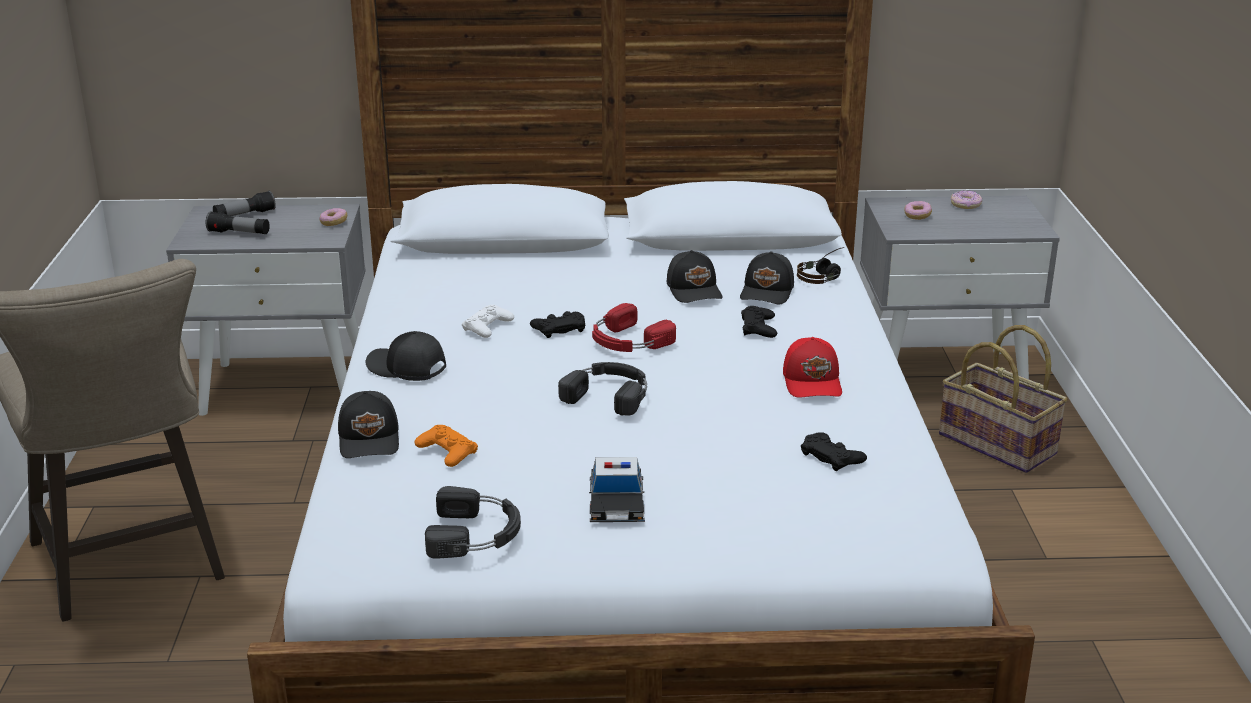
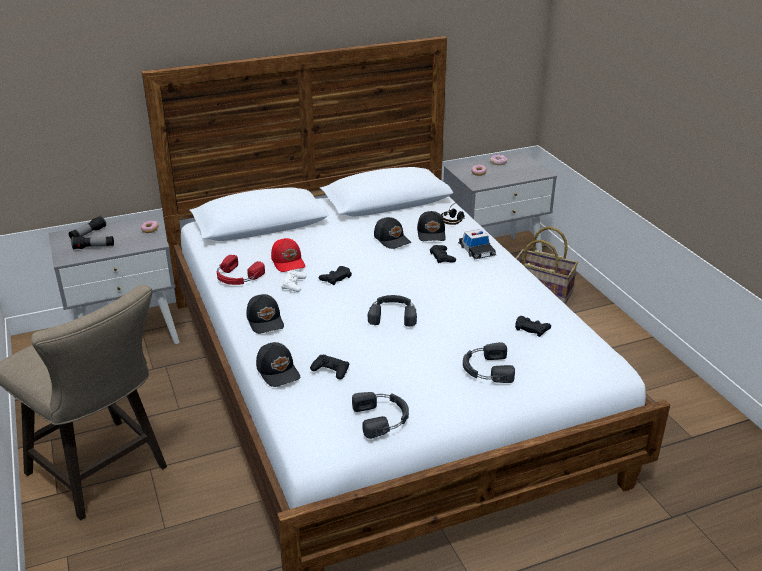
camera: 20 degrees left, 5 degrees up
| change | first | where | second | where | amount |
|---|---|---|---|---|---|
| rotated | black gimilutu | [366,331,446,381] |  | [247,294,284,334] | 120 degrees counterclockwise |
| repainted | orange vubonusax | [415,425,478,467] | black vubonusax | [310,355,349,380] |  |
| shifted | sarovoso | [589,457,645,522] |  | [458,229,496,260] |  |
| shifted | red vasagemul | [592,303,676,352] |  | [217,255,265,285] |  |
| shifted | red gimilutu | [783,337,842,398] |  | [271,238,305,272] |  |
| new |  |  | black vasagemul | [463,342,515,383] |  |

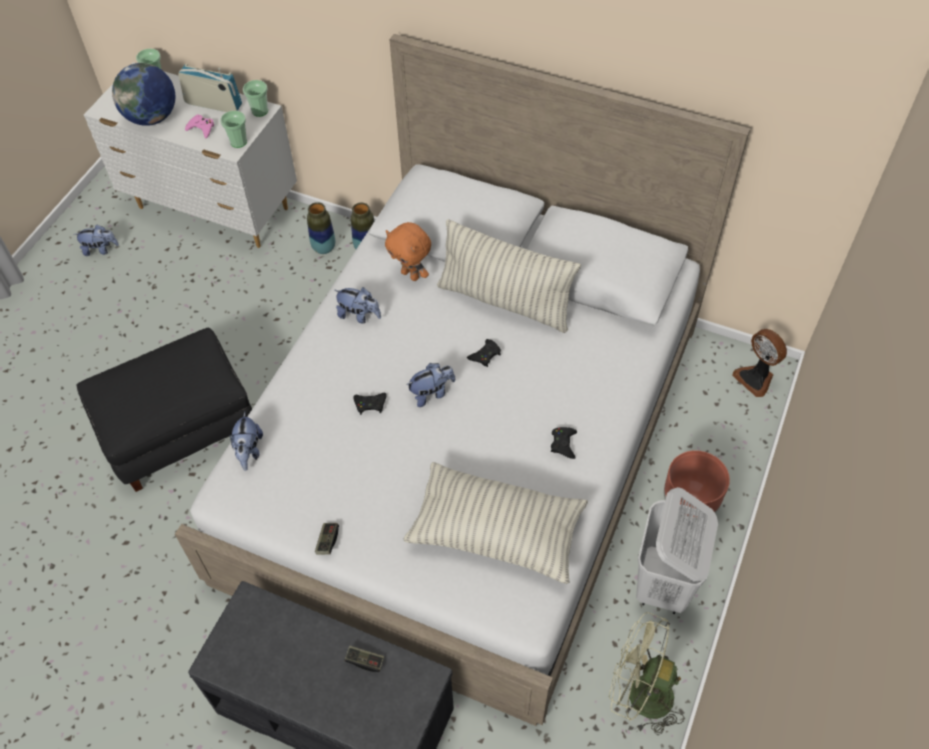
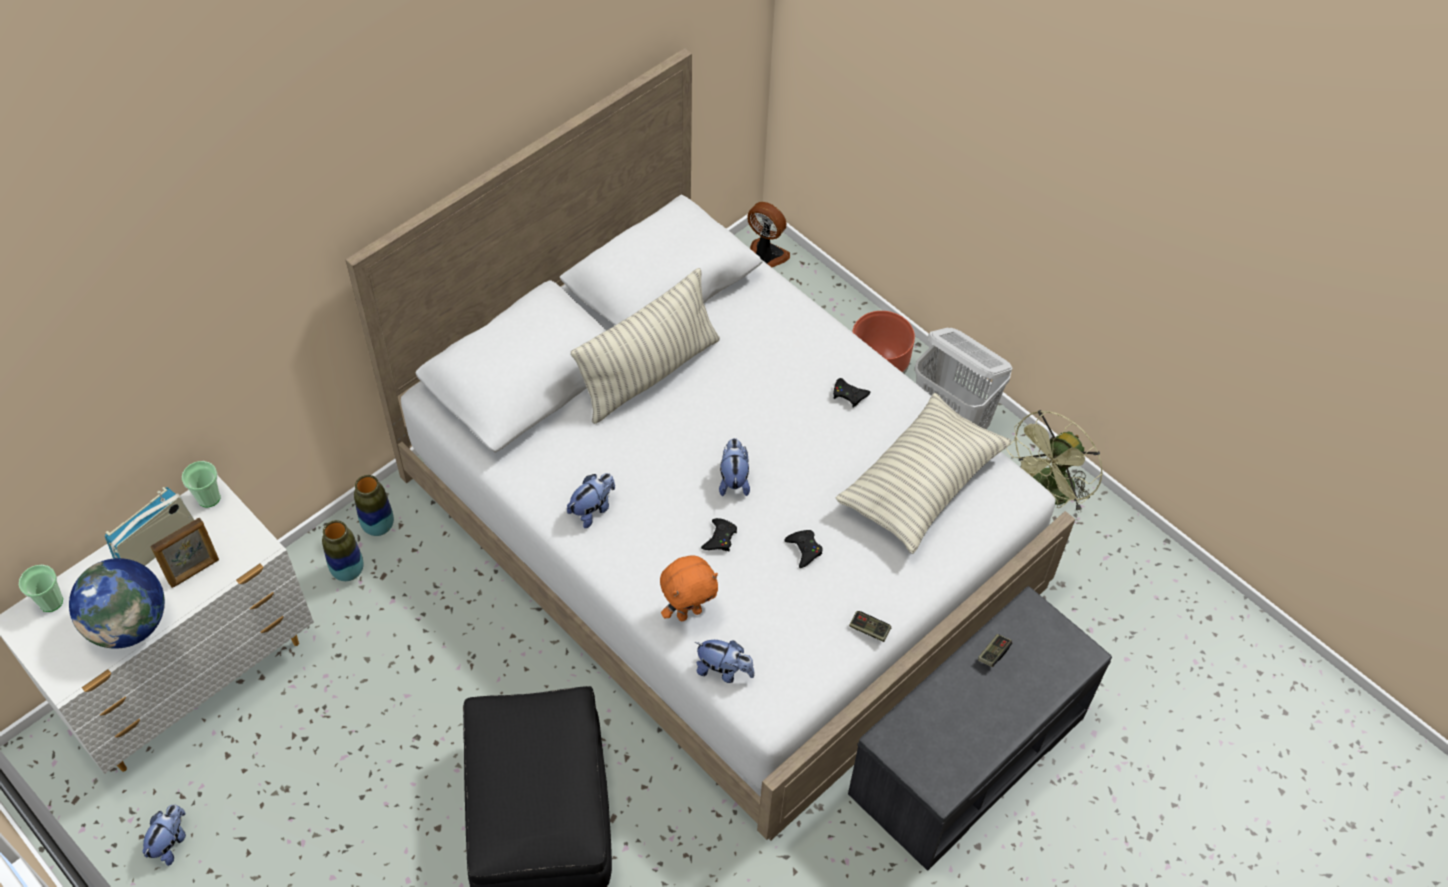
camera: 70 degrees left, 0 degrees up
| change | first | where | second | where | amount |
|---|---|---|---|---|---|
| swapped | pink vubonusax | [185,115,214,138] | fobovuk | [150,517,219,588] |  |
| gone | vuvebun | [220,111,247,148] |  |  |  |
| shifted | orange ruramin | [385,222,431,281] |  | [660,556,718,621] |  |
| shifted | black vubonusax | [467,339,501,367] |  | [784,530,823,568] |  |
| rotated | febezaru | [732,329,787,397] |  | [747,202,790,267] | 135 degrees counterclockwise |

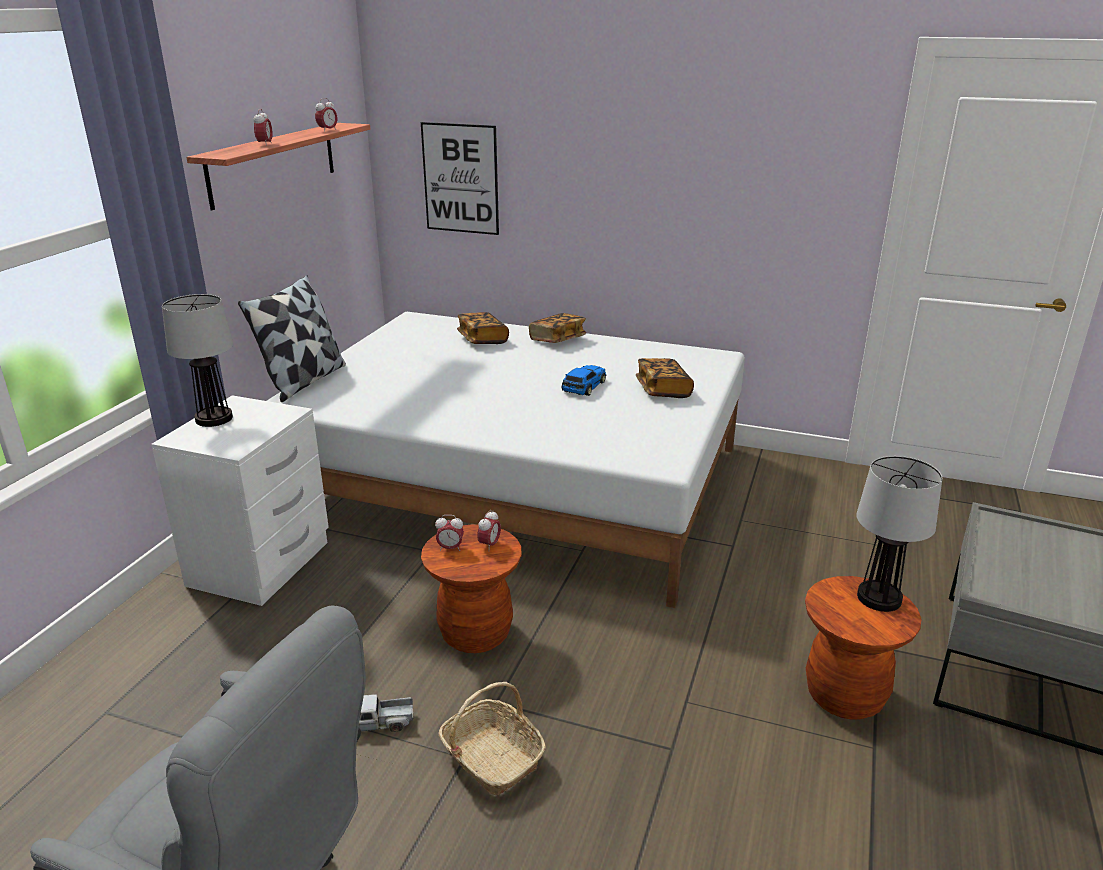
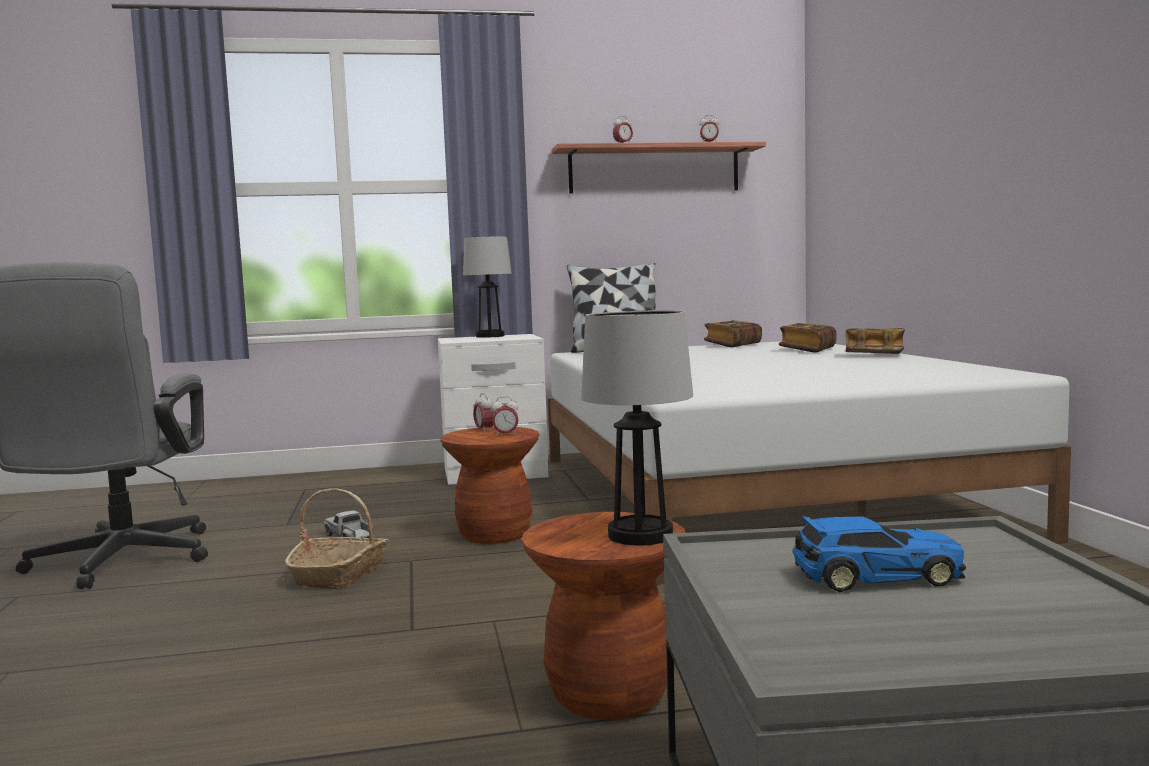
camera: 60 degrees right, 20 degrees down
| change | first | where | second | where | amount |
|---|---|---|---|---|---|
| gone | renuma | [421,122,499,235] |  |  |  |
| shifted | sarovoso | [561,365,606,396] |  | [793,516,966,592] |  |
| shifted | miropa | [636,358,694,398] |  | [704,321,762,347] |  |

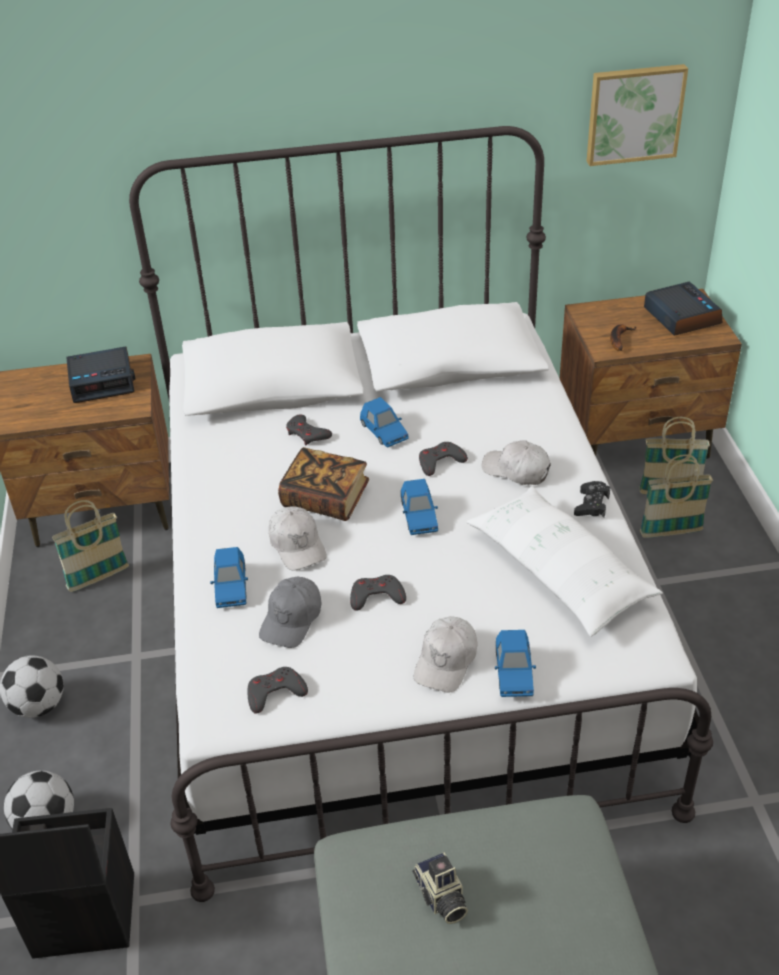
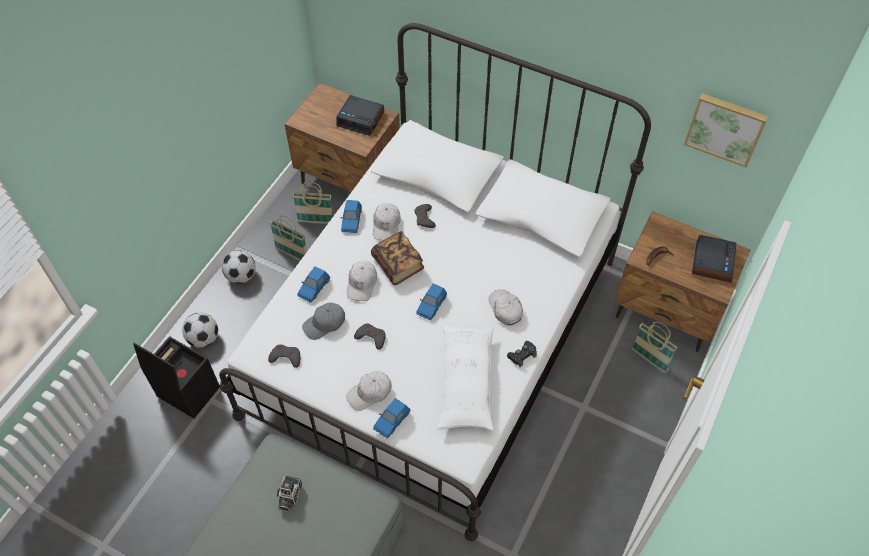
camera: 35 degrees right, 15 degrees up
| change | first | where | second | where | amount |
|---|---|---|---|---|---|
| shifted | blue sarovoso | [360,397,409,447] |  | [341,200,362,233] |  |
| gone | grey vubonusax | [419,442,468,476] |  |  |  |
| shifted | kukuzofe | [640,454,713,538] |  | [270,215,307,260] |  |
| new |  |  | white gimilutu | [373,203,401,240] |  |

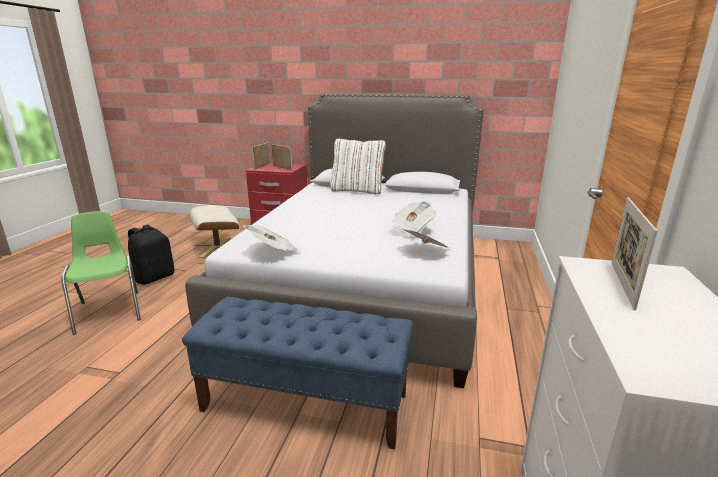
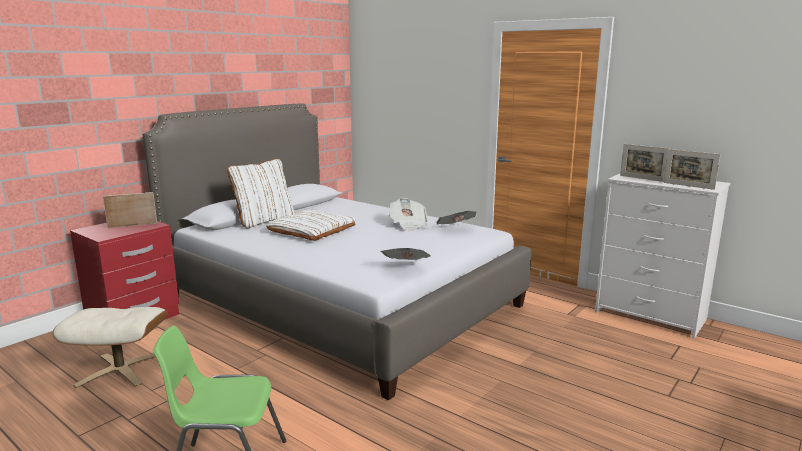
camera: 65 degrees left, 5 degrees down
| change | first | where | second | where | amount |
|---|---|---|---|---|---|
| gone | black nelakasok | [128,224,174,285] |  |  |  |
| gone | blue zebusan | [182,297,413,449] |  |  |  |
| shifted | fobovuk | [252,142,270,170] |  | [663,149,721,190] |  |
| new |  |  | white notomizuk | [266,209,355,241] |  |

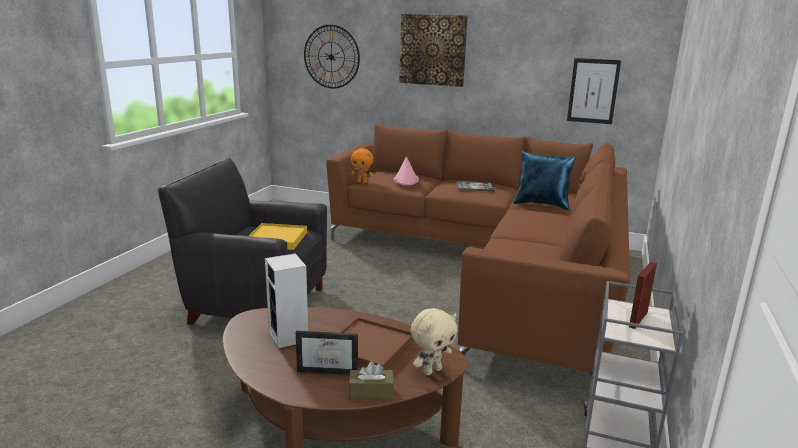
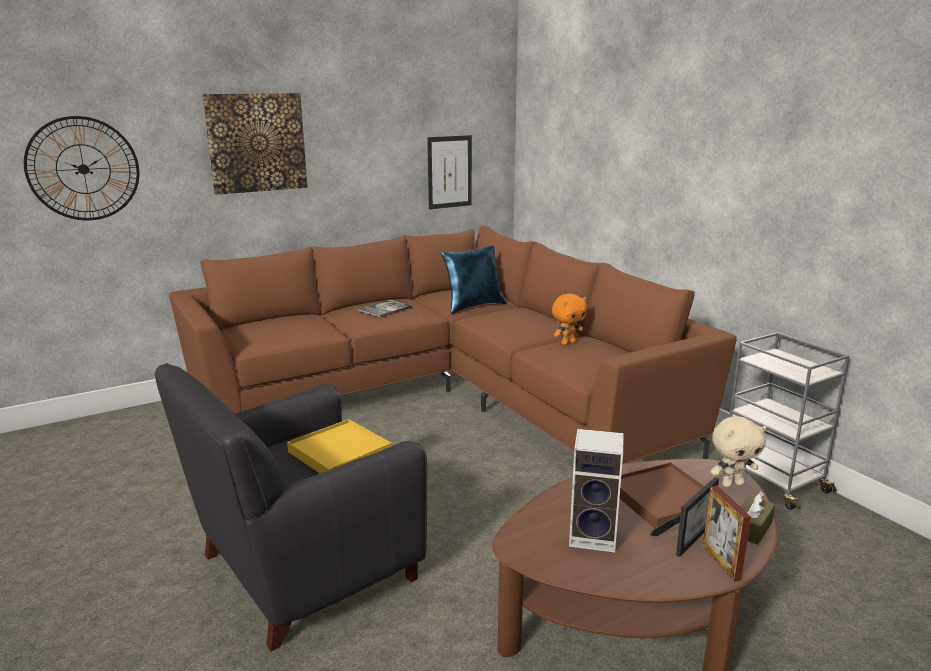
camera: 50 degrees left, 0 degrees up
| change | first | where | second | where | amount |
|---|---|---|---|---|---|
| shifted | orange ruramin | [351,149,374,183] |  | [552,294,587,345] |  |
| gone | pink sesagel | [394,156,419,185] |  |  |  |
| rotated | beige ruramin | [411,308,458,375] |  | [710,417,766,488] | 75 degrees clockwise |
| shifted | fobovuk | [629,262,657,329] |  | [703,486,751,582] |  |

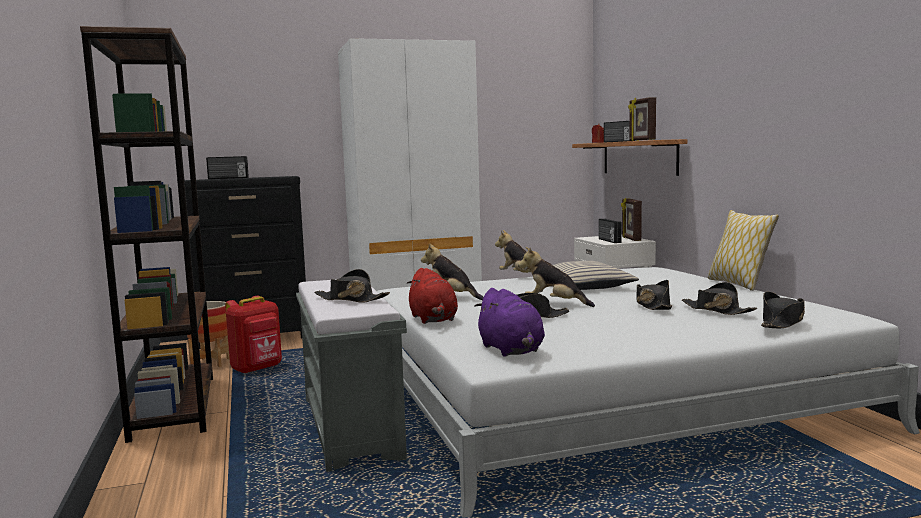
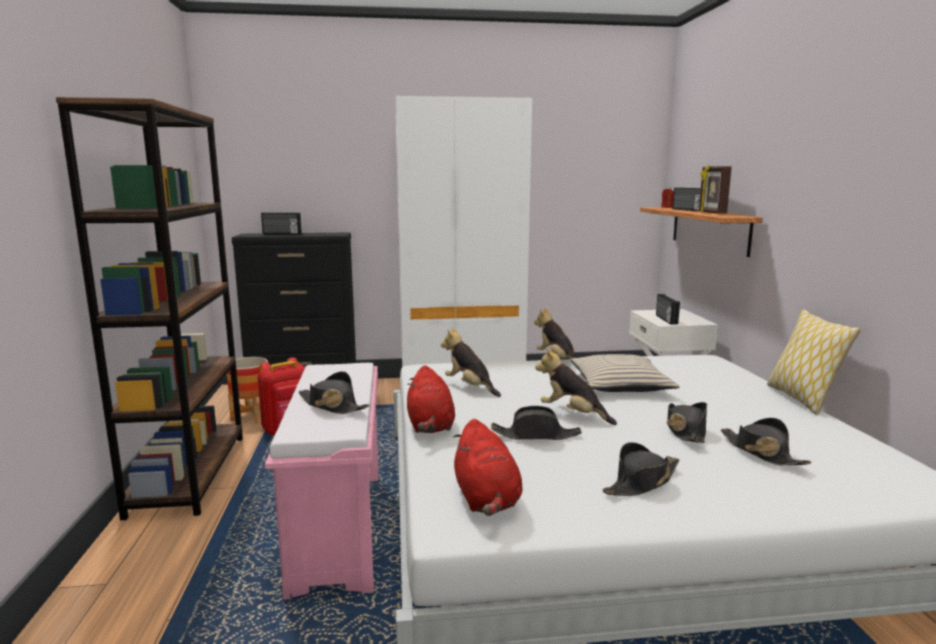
camera: 10 degrees right, 5 degrees up
| change | first | where | second | where | amount |
|---|---|---|---|---|---|
| repainted | grey zebusan | [296,279,407,472] | pink zebusan | [265,363,378,599] |  |
| repainted | purple ruramin | [474,288,545,357] | red ruramin | [453,419,522,516] |  |
| gone | fobovuk | [621,198,642,241] |  |  |  |
| shifted | black sesagel | [761,292,805,328] |  | [603,442,679,496] |  |

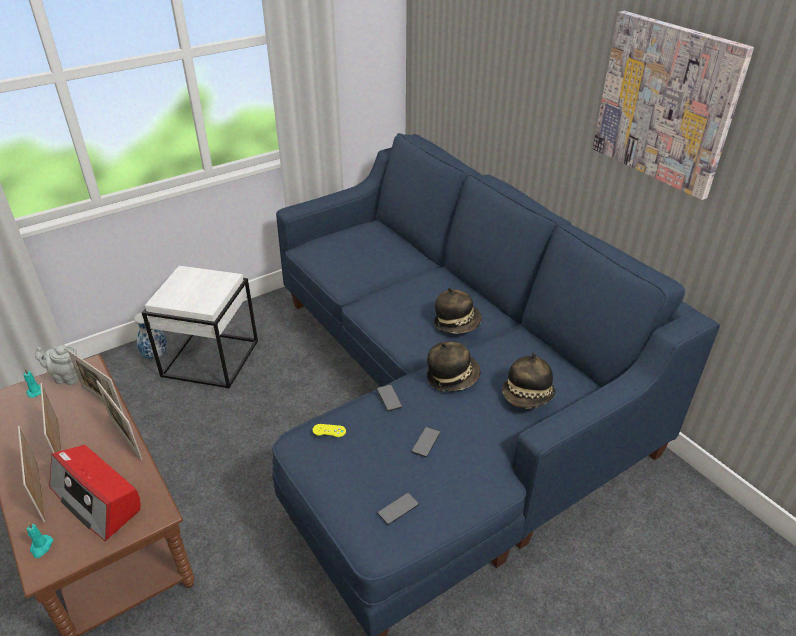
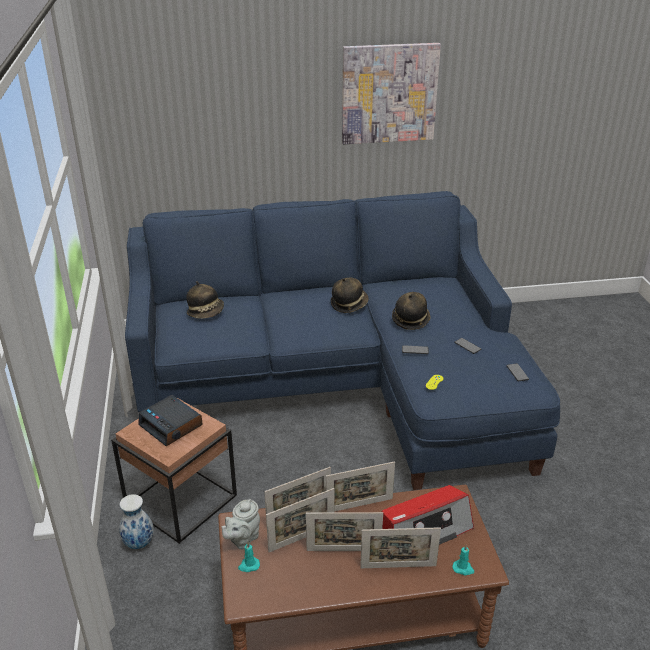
camera: 65 degrees left, 5 degrees down
| change | first | where | second | where | amount |
|---|---|---|---|---|---|
| repainted | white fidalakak | [142,266,258,389] | brown fidalakak | [111,397,237,544] |  |
| shifted | sesagel | [502,352,556,409] |  | [187,281,224,319] |  |
| new |  |  | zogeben | [138,395,203,446] |  |
| new |  |  | fobovuk | [266,488,335,552] |  |

